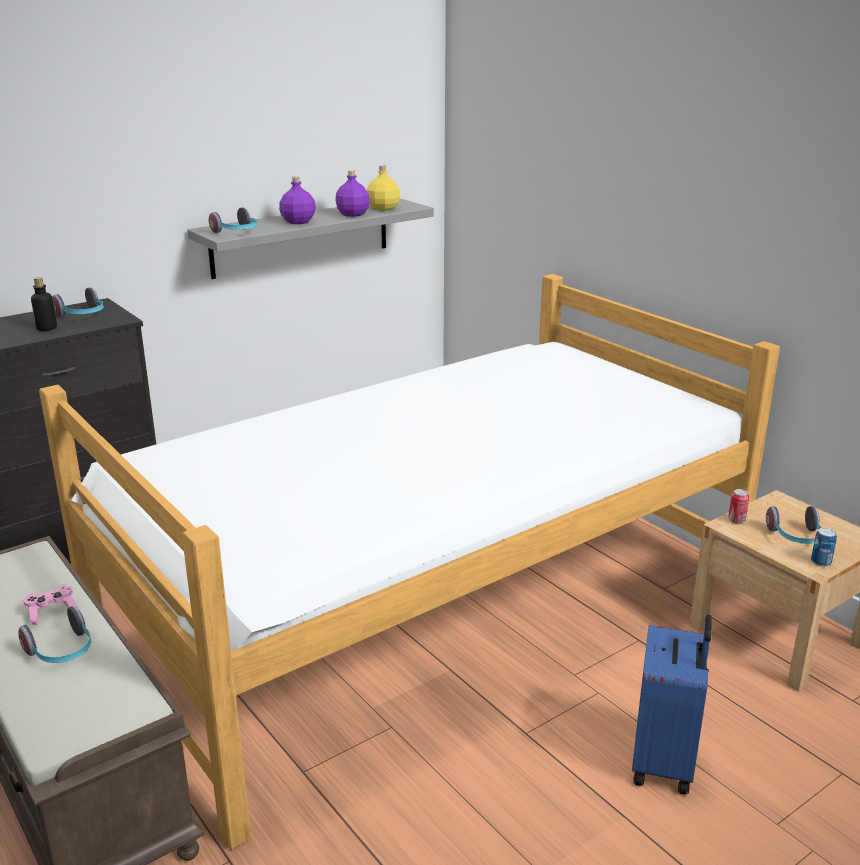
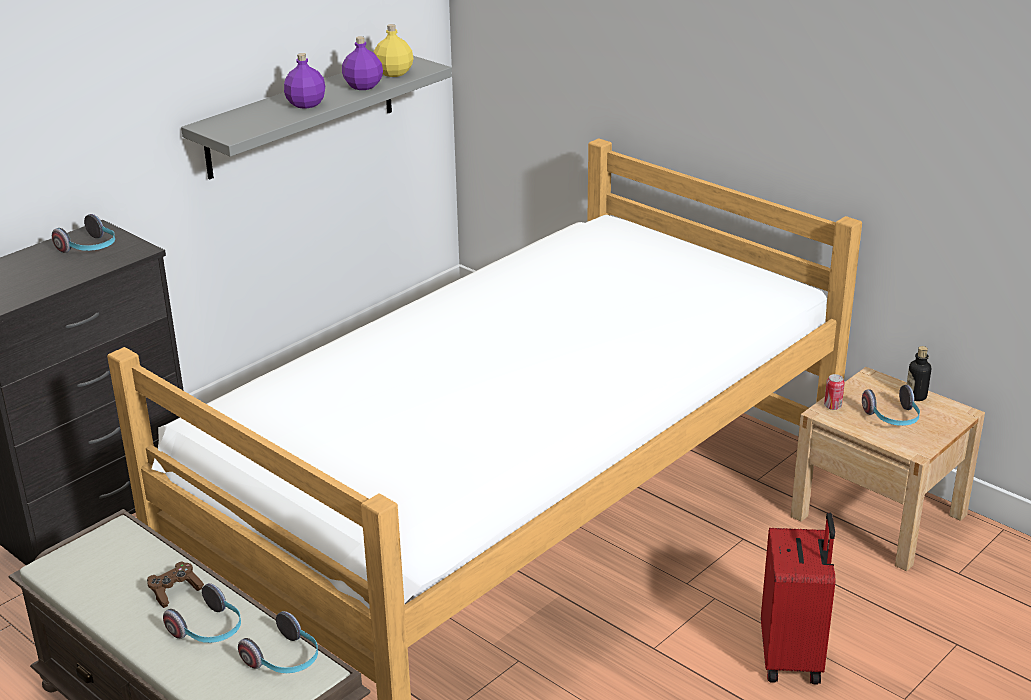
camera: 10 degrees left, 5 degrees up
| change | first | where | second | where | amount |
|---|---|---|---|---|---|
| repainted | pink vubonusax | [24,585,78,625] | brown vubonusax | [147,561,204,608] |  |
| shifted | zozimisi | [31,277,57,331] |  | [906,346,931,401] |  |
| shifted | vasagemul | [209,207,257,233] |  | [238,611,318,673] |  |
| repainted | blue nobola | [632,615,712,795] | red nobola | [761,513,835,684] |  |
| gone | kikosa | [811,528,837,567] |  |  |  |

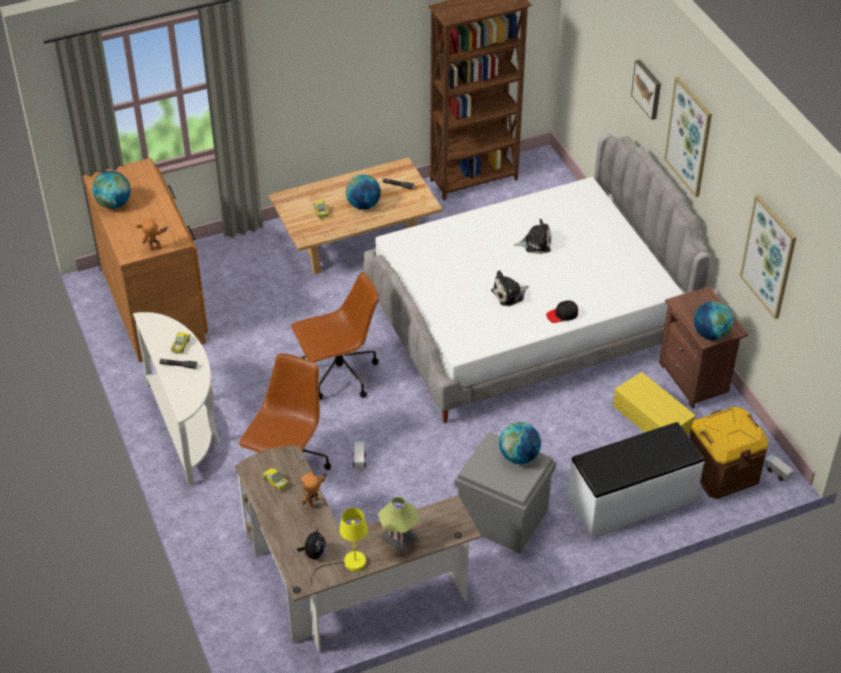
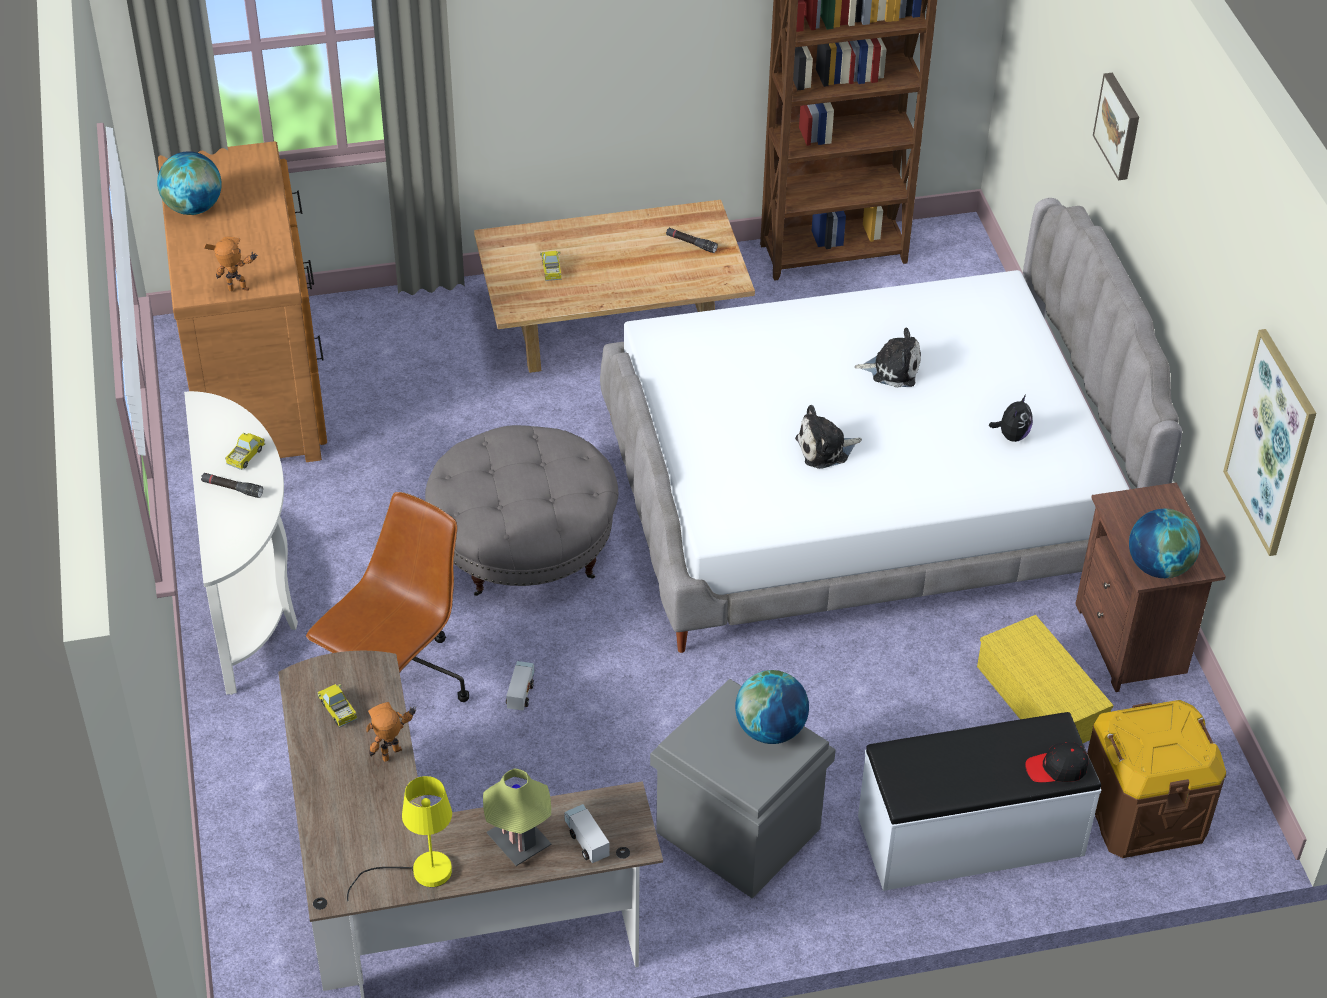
camera: 10 degrees right, 0 degrees up
| change | first | where | second | where | amount |
|---|---|---|---|---|---|
| swapped | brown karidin | [291,272,379,400] | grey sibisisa | [425,425,618,596] |  |
| shifted | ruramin | [297,528,326,559] |  | [989,395,1033,442] |  |
| gone | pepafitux | [346,174,381,210] |  |  |  |
| shifted | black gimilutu | [546,301,578,323] |  | [1025,742,1088,782] |  |
| gone | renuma | [664,77,712,197] |  |  |  |
| shifted | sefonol | [763,454,794,482] |  | [564,804,610,863] |  |

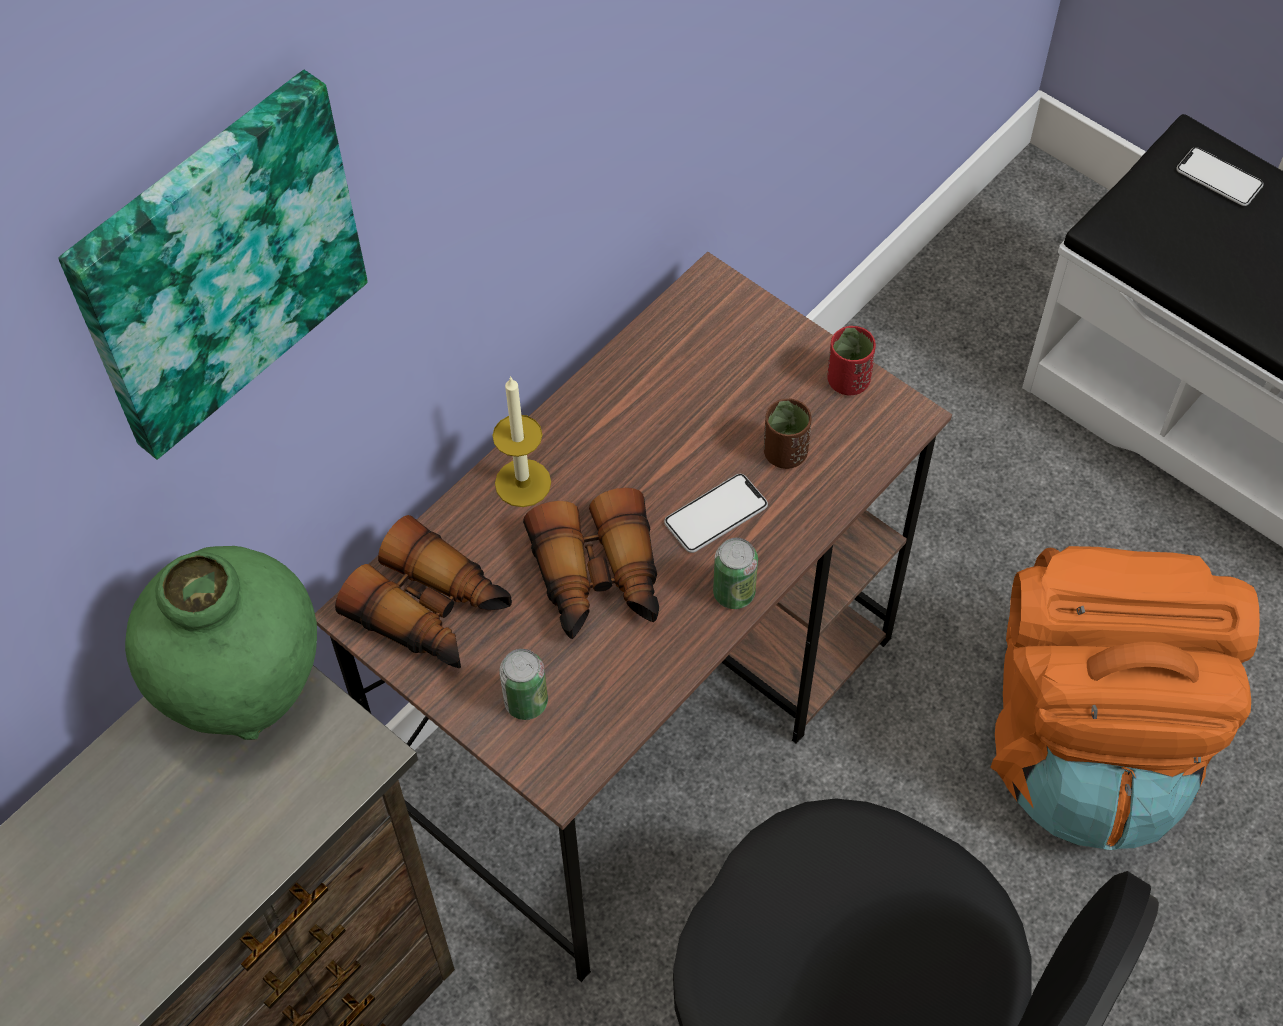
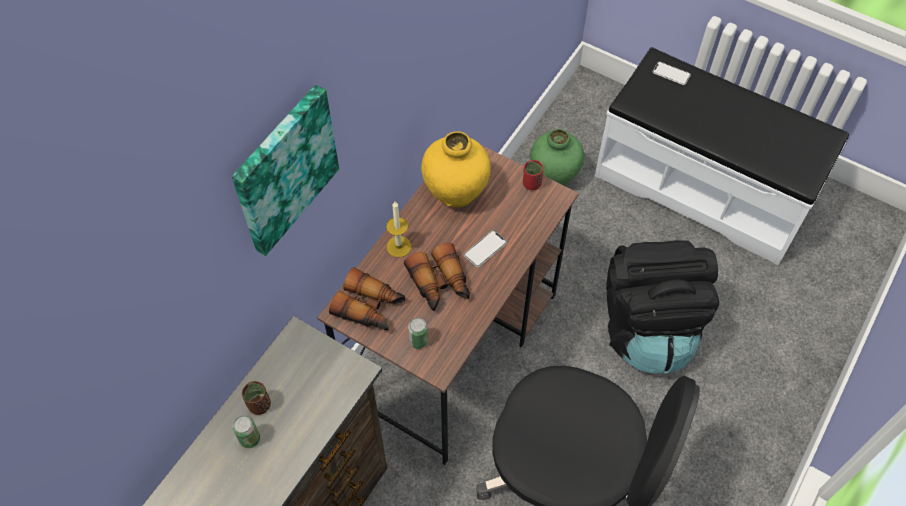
camera: 10 degrees left, 0 degrees up
| change | first | where | second | where | amount |
|---|---|---|---|---|---|
| shifted | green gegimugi | [125,546,317,740] |  | [530,129,584,186] |  |
| shifted | kikosa | [713,538,758,609] |  | [233,416,260,448] |  |
| shifted | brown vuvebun | [764,399,811,469] |  | [242,381,271,415] |  |
| repainted | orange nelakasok | [990,546,1260,850] | black nelakasok | [606,240,719,373] |  |
| new |  |  | yellow gegimugi | [421,131,491,207] |  |

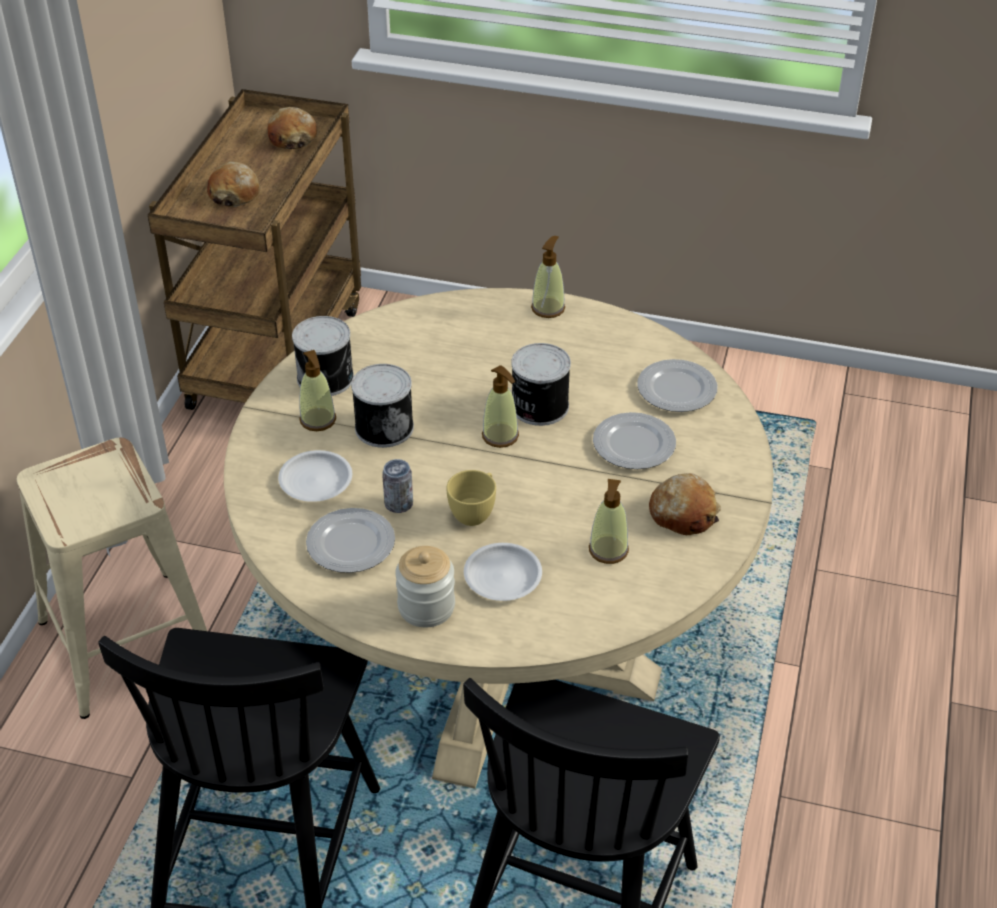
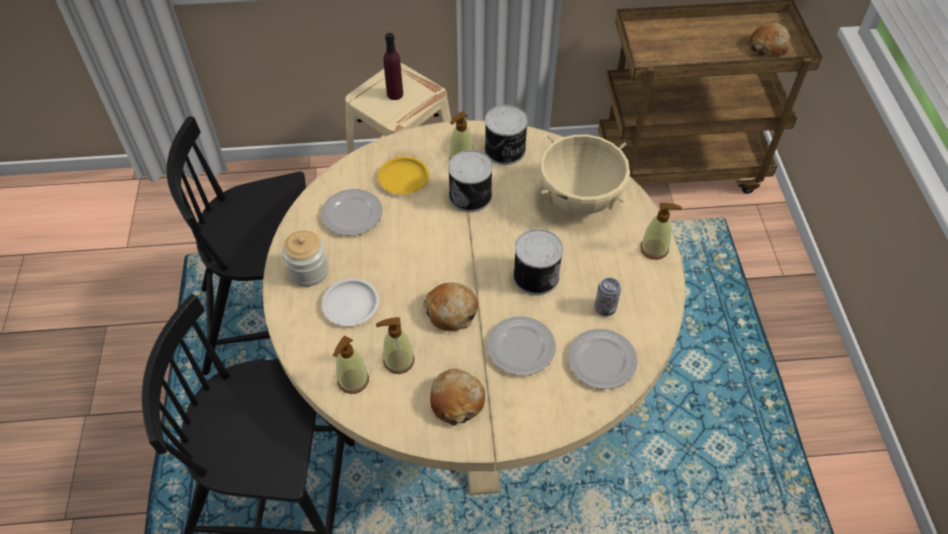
camera: 70 degrees right, 10 degrees up
| change | first | where | second | where | amount |
|---|---|---|---|---|---|
| shifted | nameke | [207,161,260,207] |  | [423,282,478,331] |  |
| repainted | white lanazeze | [278,450,352,502] | yellow lanazeze | [378,156,429,194] |  |
| shifted | kikosa | [382,459,413,513] |  | [595,277,621,316] |  |
| gone | yellow vuvebun | [446,470,496,526] |  |  |  |
| shifted | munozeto | [482,365,519,448] |  | [333,335,369,394] |  |
| new |  |  | purple zozimisi | [384,33,403,100] |  |
| new |  |  | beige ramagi | [539,135,630,214] |  |

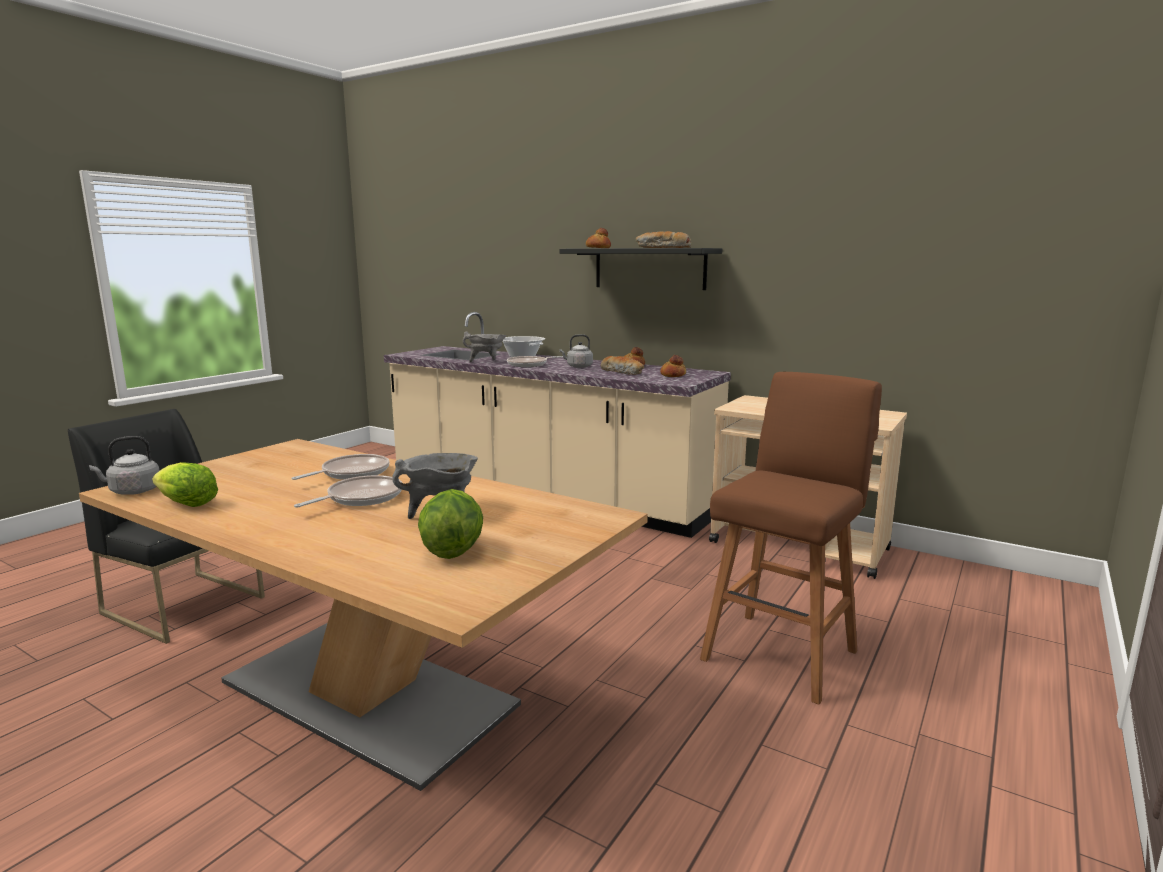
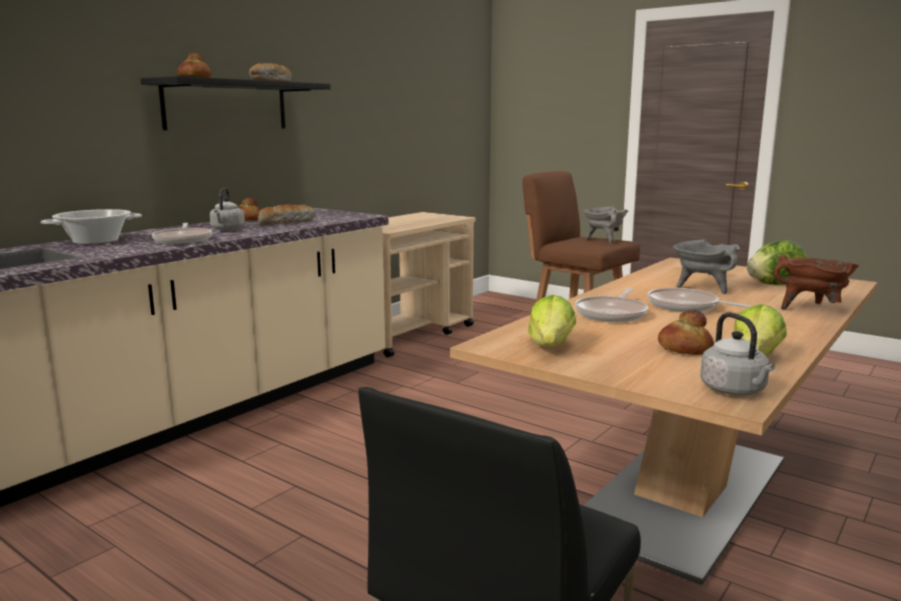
camera: 85 degrees left, 0 degrees up
| change | first | where | second | where | amount |
|---|---|---|---|---|---|
| rotated | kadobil | [291,454,390,480] |  | [575,288,648,322] | 105 degrees counterclockwise |
| shifted | grey ramagi | [463,331,506,363] |  | [583,206,628,244] |  |
| shifted | nameke | [660,355,686,377] |  | [658,310,714,355] |  |
| new |  |  | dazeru | [528,295,576,347] |  |
| new |  |  | brown ramagi | [773,255,859,309] |  |

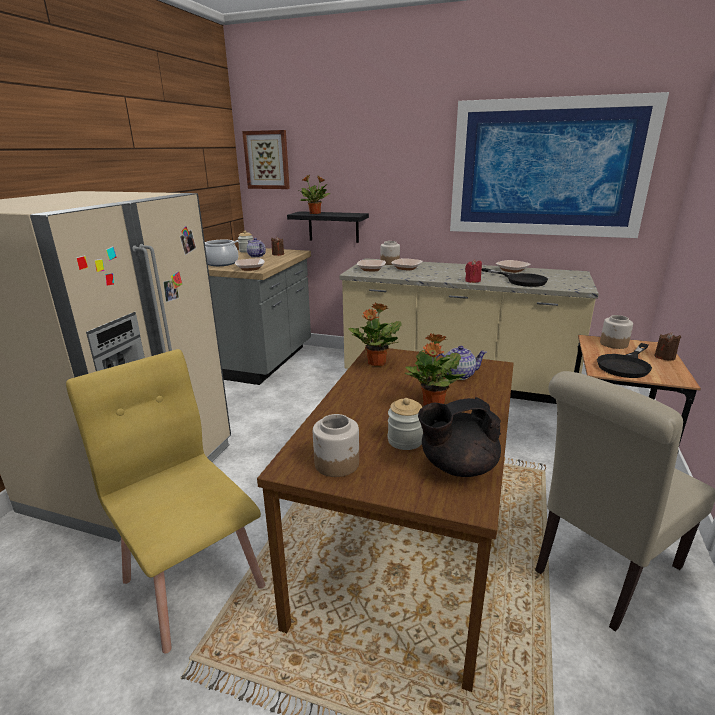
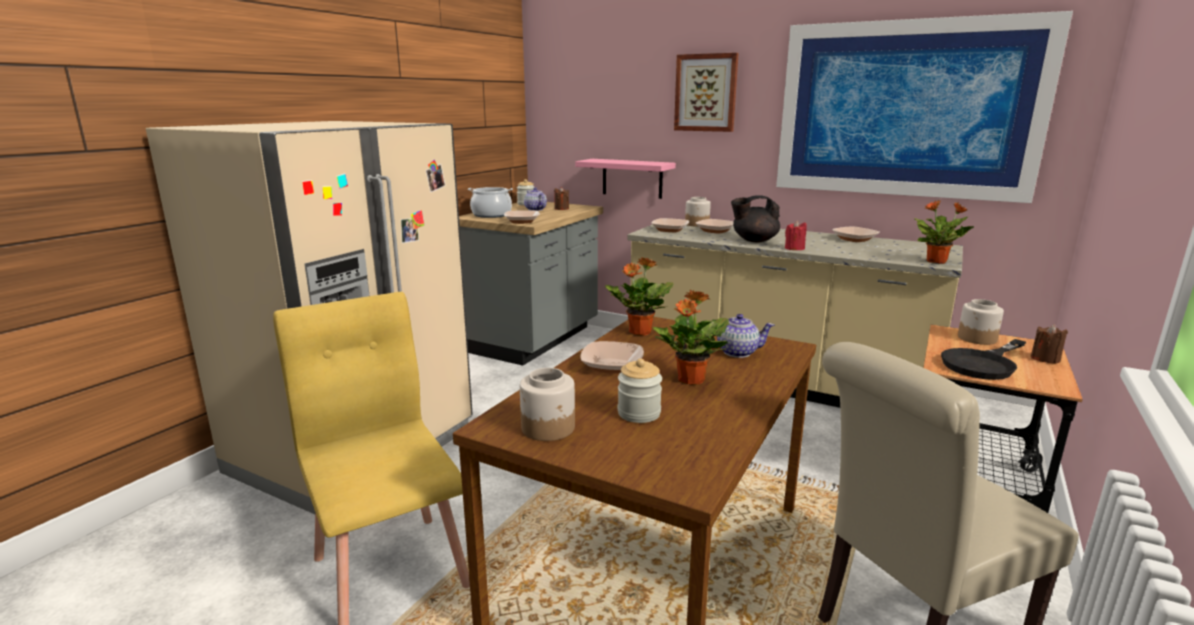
camera: 10 degrees right, 5 degrees down
| change | first | where | second | where | amount |
|---|---|---|---|---|---|
| shifted | renuma | [242,130,290,189] |  | [674,53,739,132] |  |
| repainted | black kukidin | [287,211,369,243] | pink kukidin | [575,159,676,199] |  |
| shifted | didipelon | [299,175,330,214] |  | [914,200,974,264] |  |
| shifted | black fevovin | [418,397,501,477] |  | [731,195,780,242] |  |
| gone | black kadobil | [482,268,548,287] |  |  |  |
| new |  |  | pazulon | [580,341,644,374] |  |

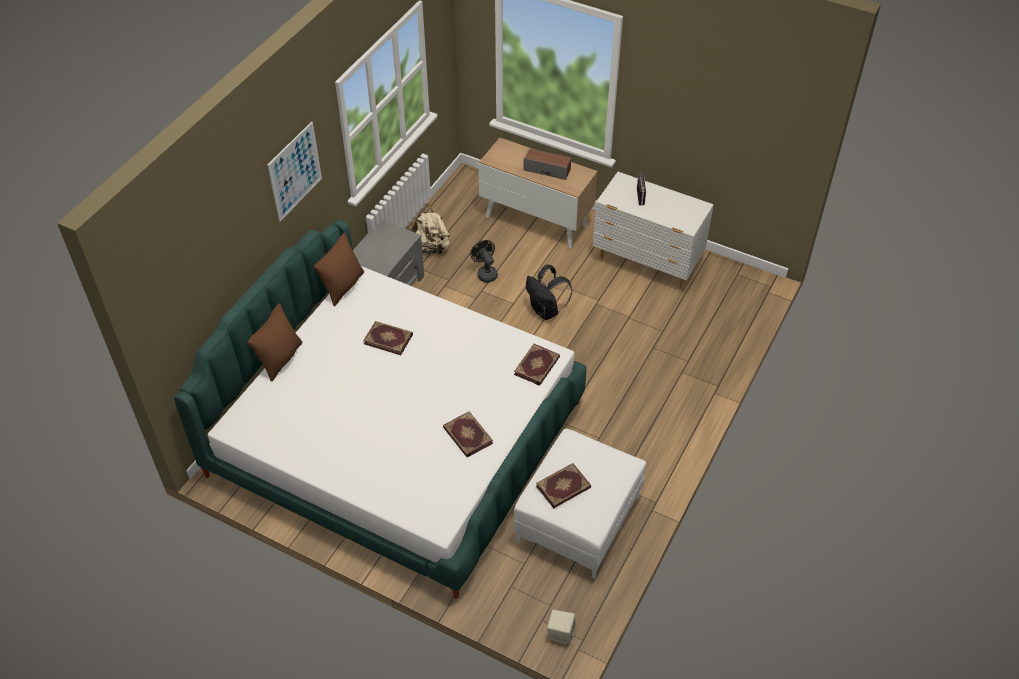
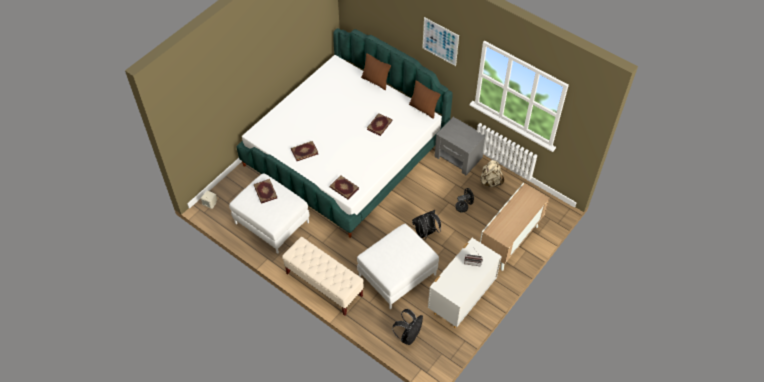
camera: 100 degrees right, 5 degrees up
| change | first | where | second | where | amount |
|---|---|---|---|---|---|
| gone | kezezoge | [524,148,571,180] |  |  |  |
| new |  |  | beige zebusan | [282,237,364,316] |  |
| new |  |  | white sibisisa | [357,224,439,309] |  |
| new |  |  | black nelakasok | [392,309,423,345] |  |

